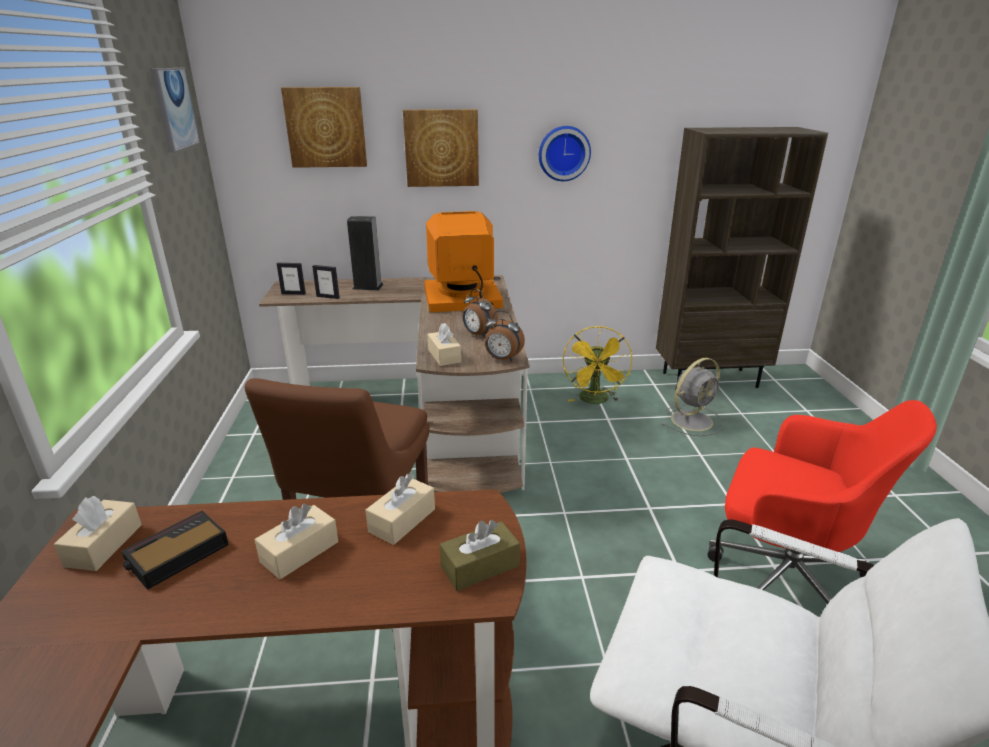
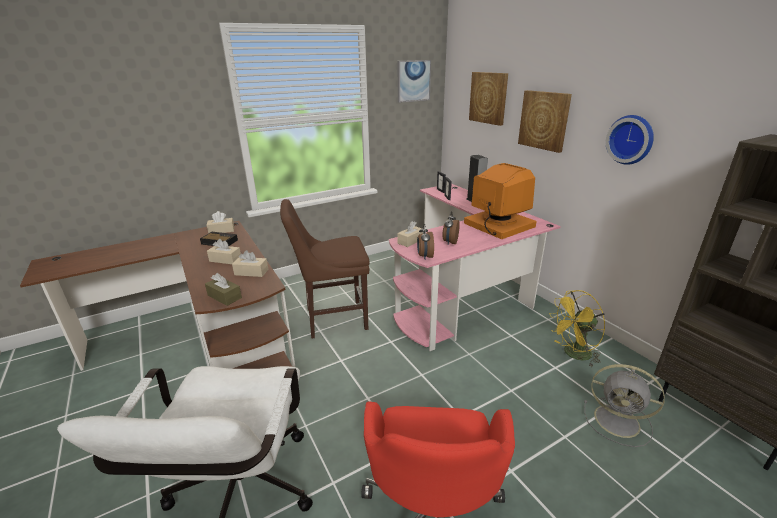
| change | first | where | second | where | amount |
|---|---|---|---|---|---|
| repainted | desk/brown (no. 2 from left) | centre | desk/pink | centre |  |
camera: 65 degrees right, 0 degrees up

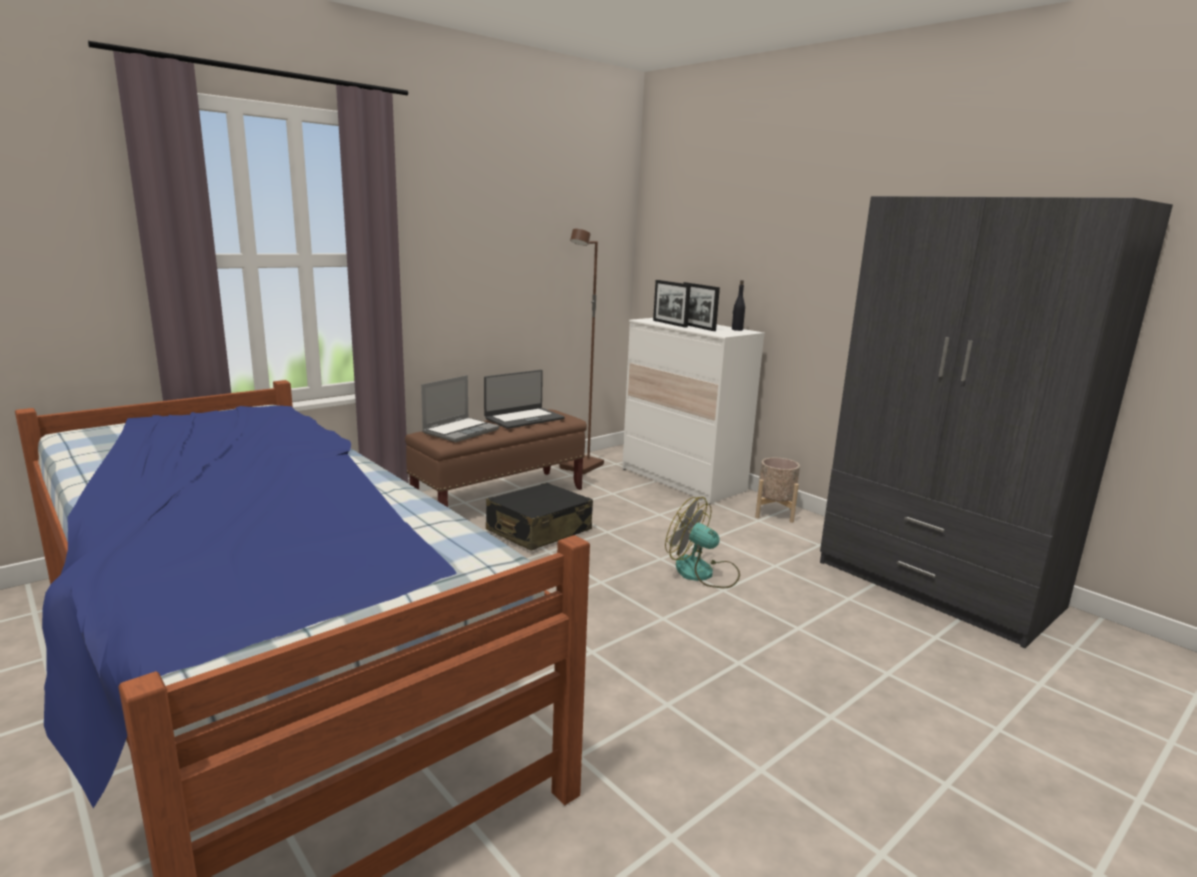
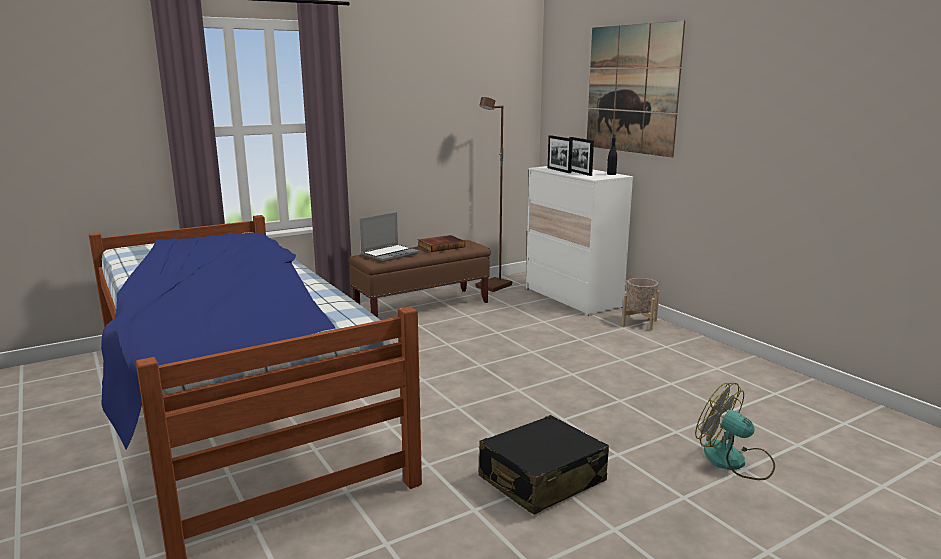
| change | first | where | second | where | amount |
|---|---|---|---|---|---|
| gone | wardrobe/grey | middle right |  |  |  |
| swapped | laptop (no. 2 from left) | centre | book | centre |  |
| shifted | suitcase/black | centre |  | bottom centre |  |
| shifted | fan | centre |  | bottom right |  |
| new |  |  | picture | top right |  |
camera: 10 degrees right, 0 degrees up

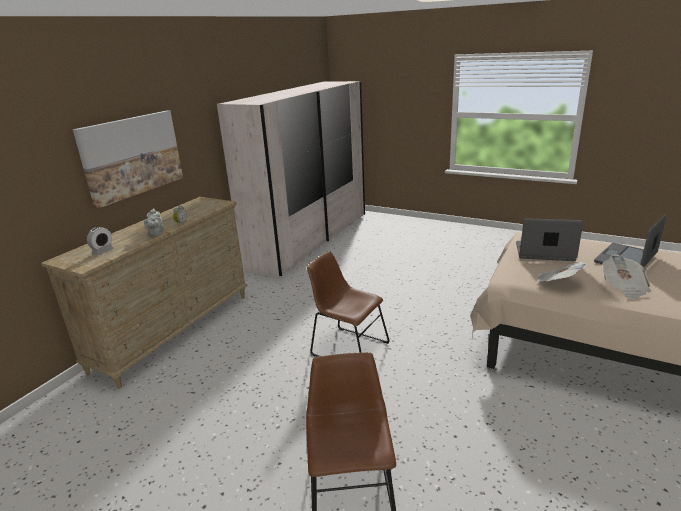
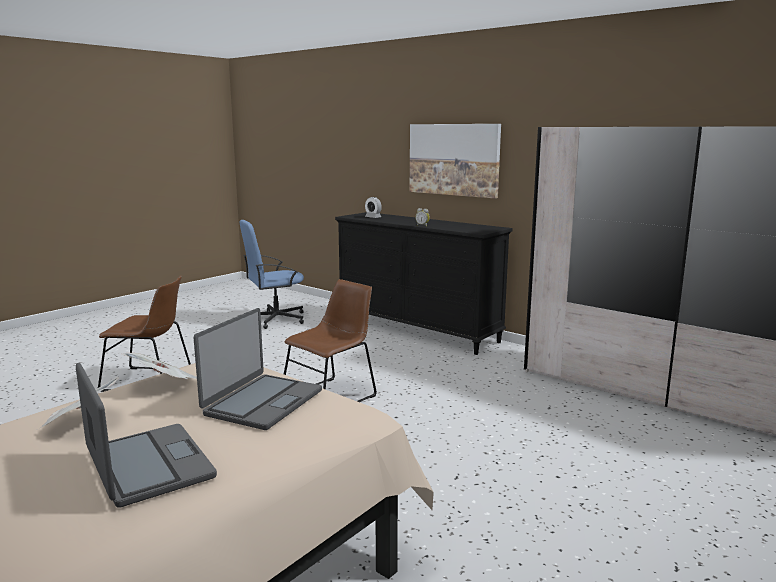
| change | first | where | second | where | amount |
|---|---|---|---|---|---|
| repainted | dresser/beige | middle left | dresser/black | centre |  |
| gone | teapot/grey | middle left |  |  |  |
| new |  |  | office chair/blue | centre |  |
camera: 100 degrees right, 10 degrees down

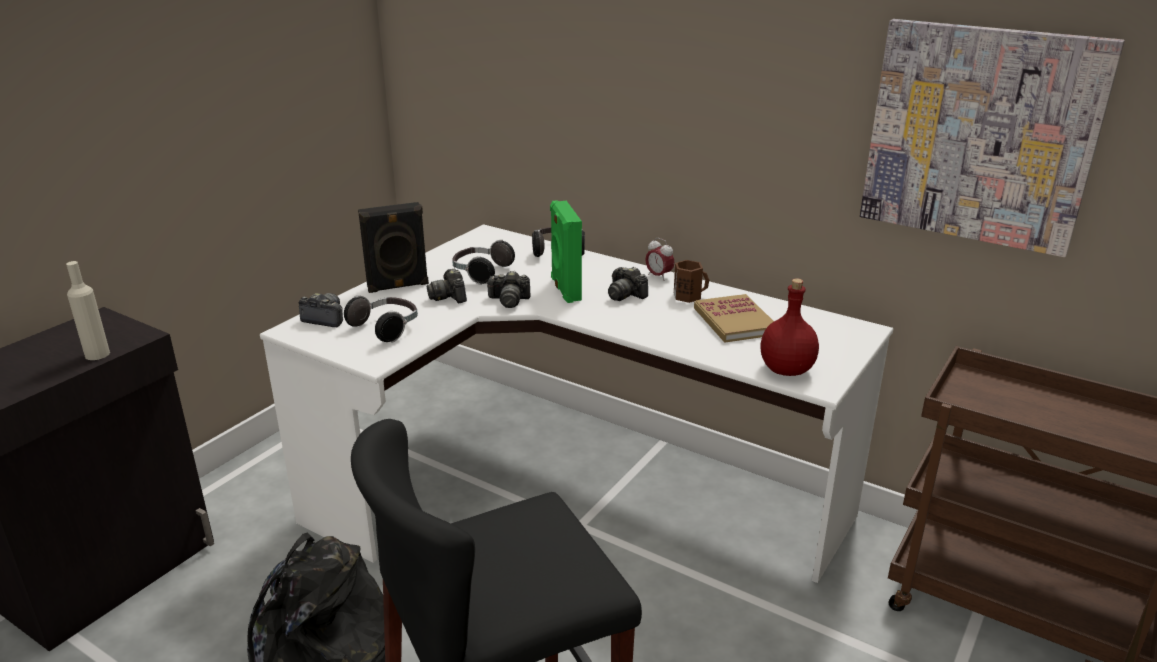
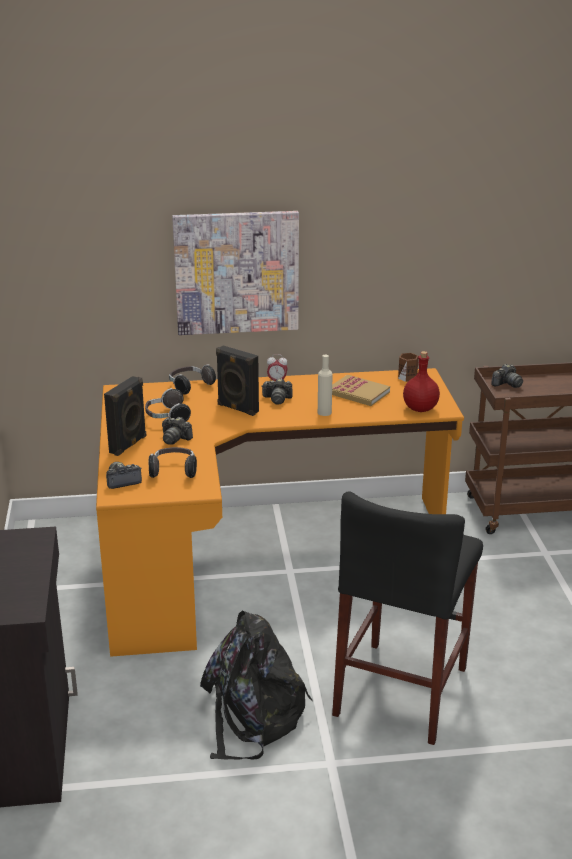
| change | first | where | second | where | amount |
|---|---|---|---|---|---|
| shifted | picture | top right |  | top centre |  |
| repainted | speaker/green | centre | speaker/black (no. 2 from left) | centre |  |
| repainted | desk/white | centre | desk/orange | centre |  |
| shifted | mug/brown | centre |  | middle right |  |
| shifted | bottle/beige | middle left |  | centre |  |
| shifted | photo camera (no. 3 from left in the first image) | centre | photo camera (no. 4 from left) | middle right |  |
camera: 40 degrees left, 0 degrees up

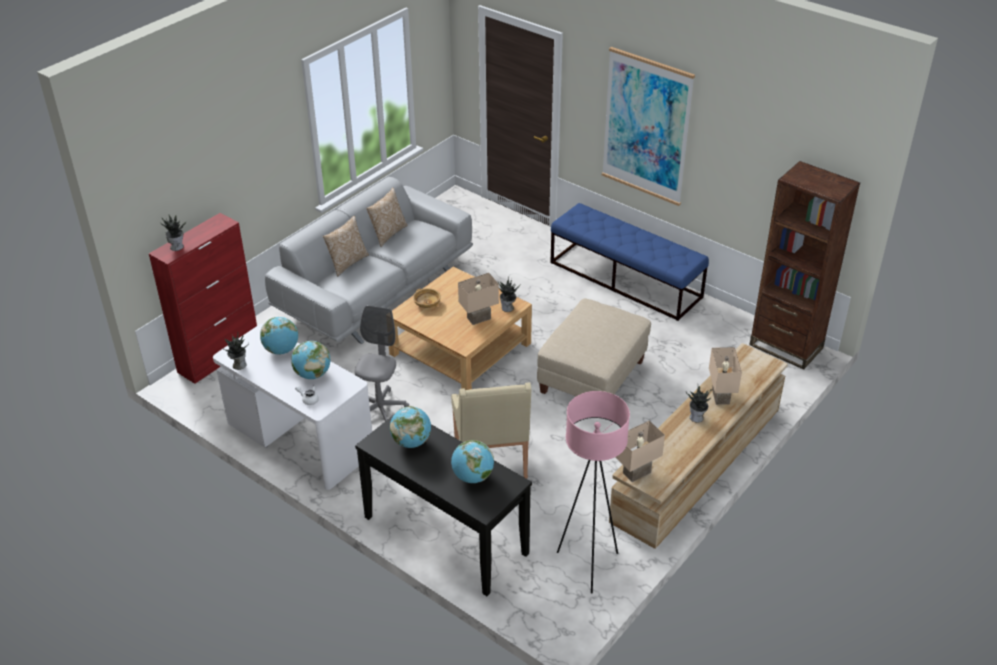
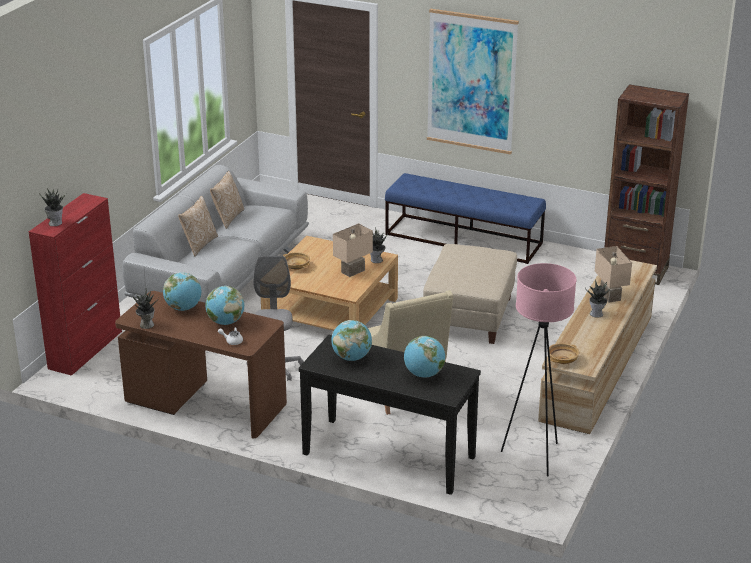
| change | first | where | second | where | amount |
|---|---|---|---|---|---|
| repainted | desk/white | middle left | desk/brown | middle left |  |
| swapped | table lamp/beige (no. 2 from left) | bottom centre | bowl/beige (no. 2 from left) | middle right |  |
camera: 15 degrees left, 10 degrees down

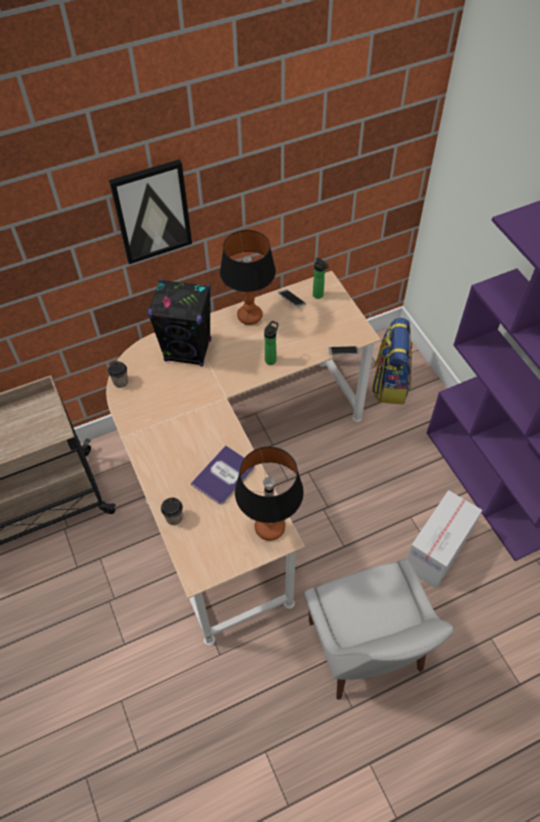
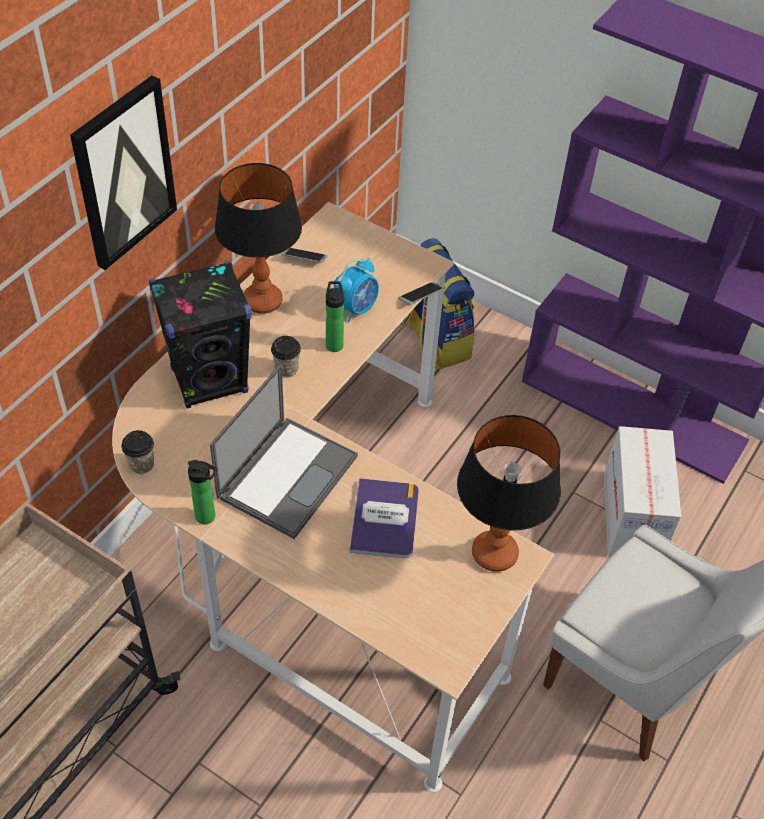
| change | first | where | second | where | amount |
|---|---|---|---|---|---|
| shifted | bottle (no. 2 from left in the first image) | centre | bottle (no. 1 from left) | middle left |  |
| shifted | cup (no. 2 from left) | middle left |  | centre |  |
| new |  |  | alarm clock | centre |  |
| new |  |  | laptop | centre |  |
camera: 35 degrees left, 5 degrees down

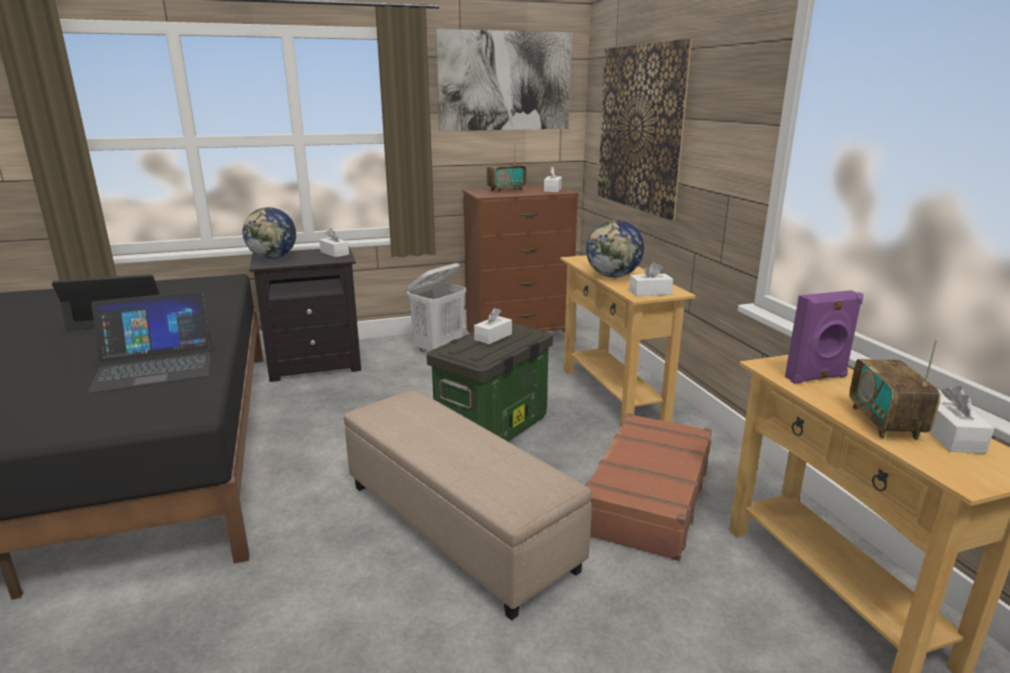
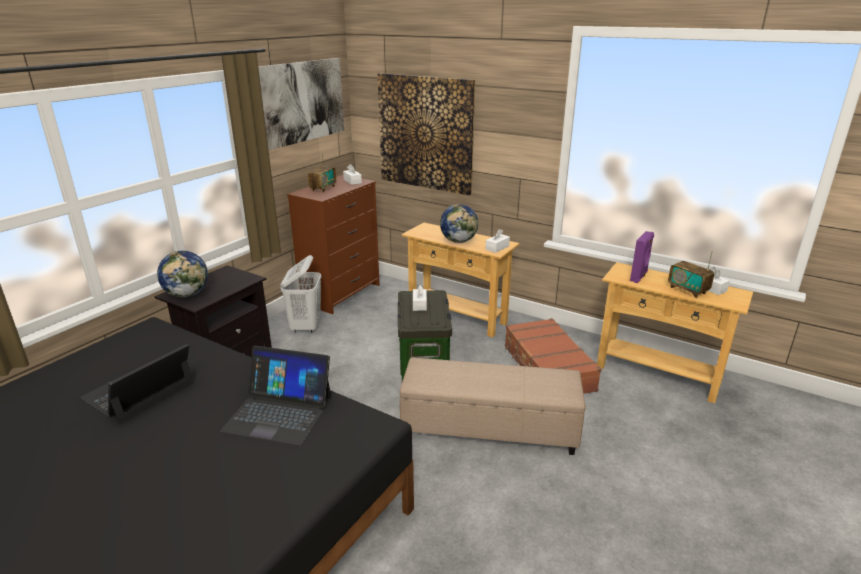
| change | first | where | second | where | amount |
|---|---|---|---|---|---|
| gone | tissue box/white (no. 1 from left) | middle left |  |  |  |
| rotated | laptop (no. 2 from left) | middle left |  | bottom left | 75 degrees clockwise |
camera: 40 degrees left, 5 degrees up

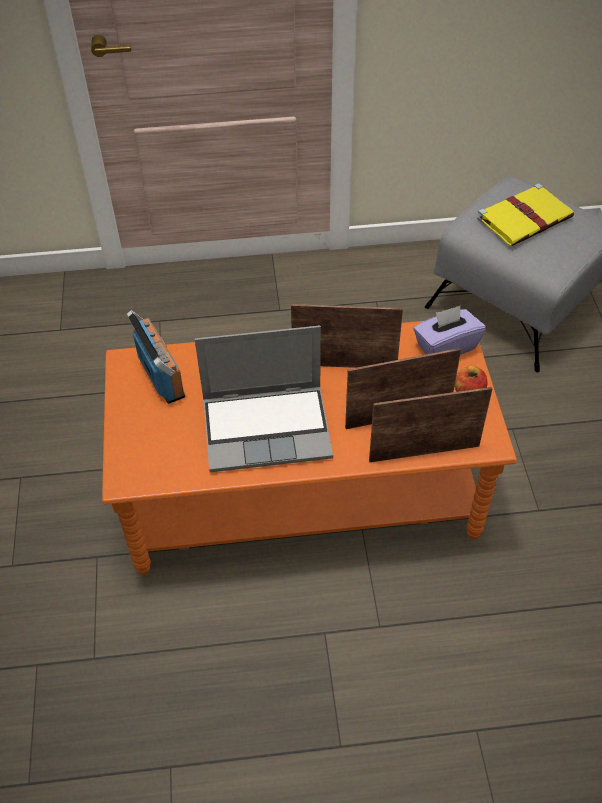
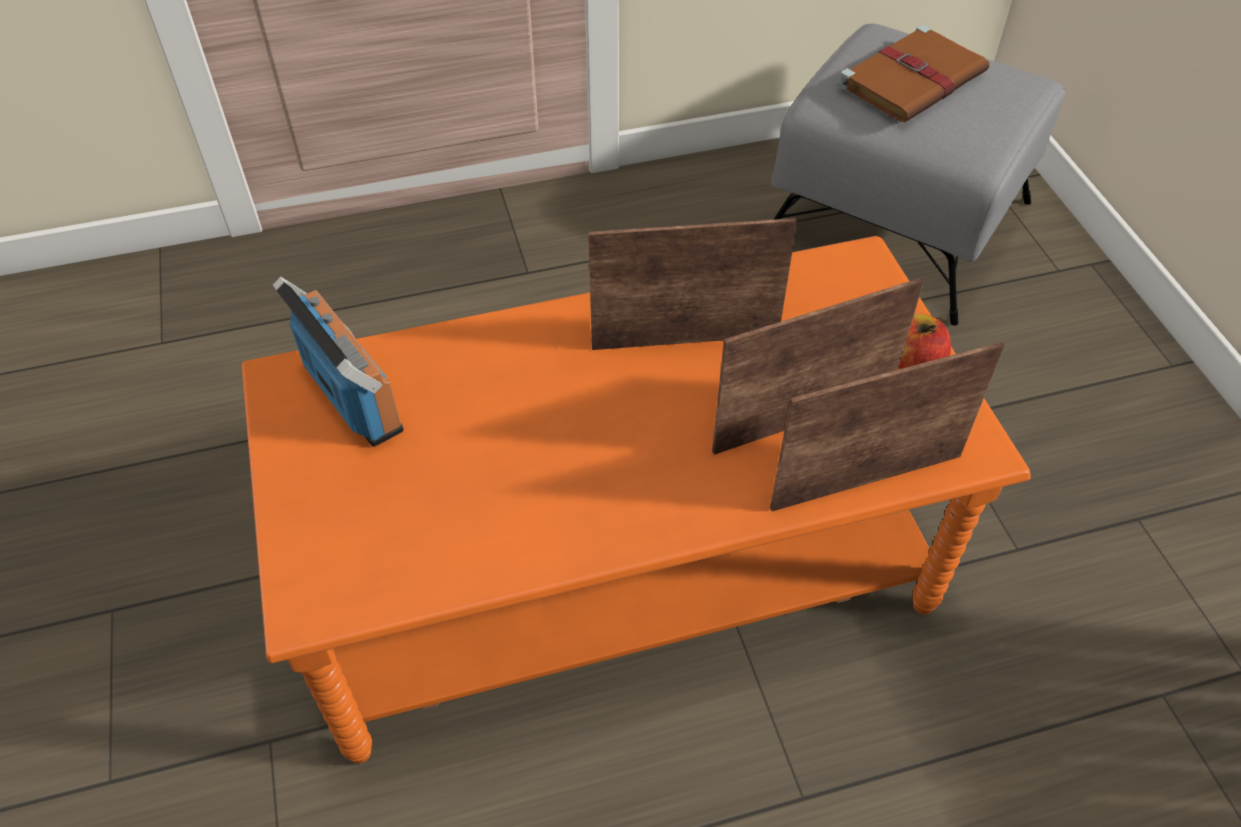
| change | first | where | second | where | amount |
|---|---|---|---|---|---|
| repainted | book/yellow | top right | book/brown | top right |  |
| gone | tissue box/purple | middle right |  |  |  |
| gone | laptop | centre |  |  |  |
camera: 10 degrees left, 0 degrees up

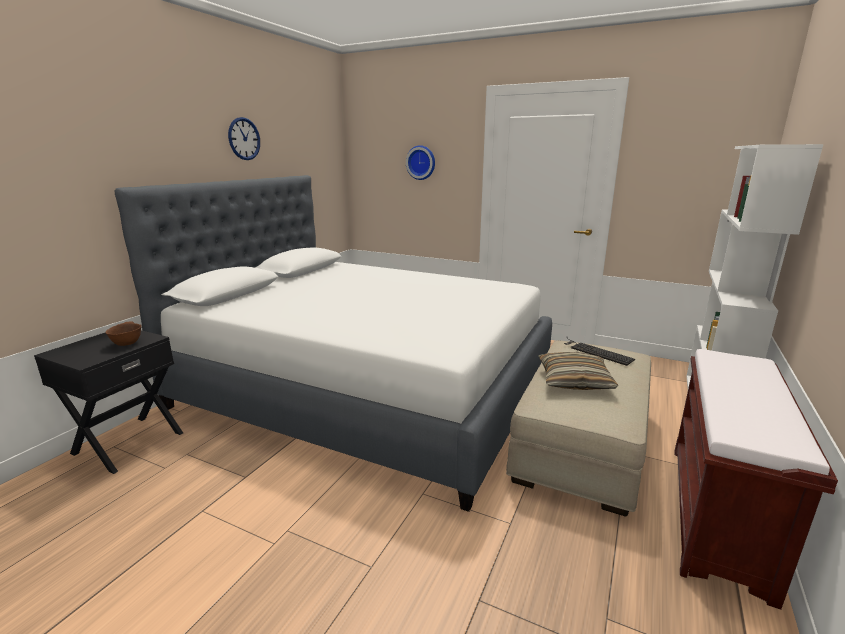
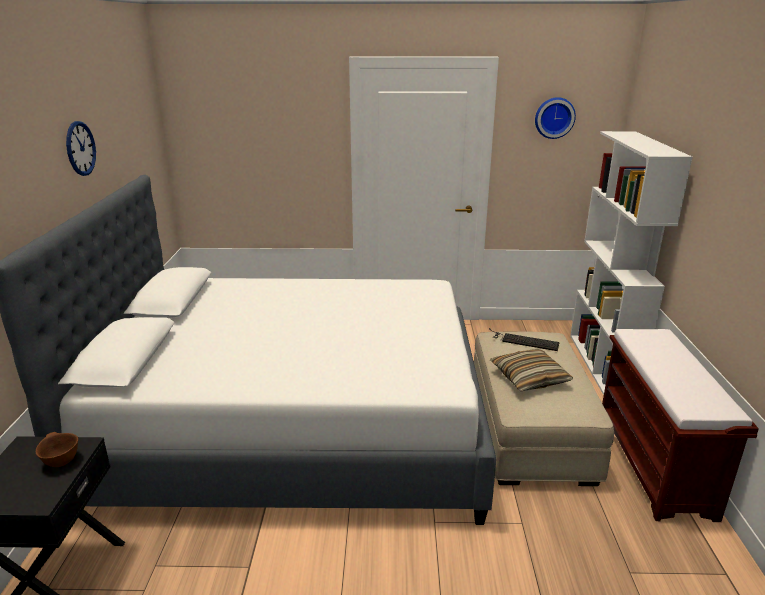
| change | first | where | second | where | amount |
|---|---|---|---|---|---|
| shifted | wall clock (no. 2 from left) | top centre |  | top right |  |
camera: 25 degrees left, 5 degrees up

